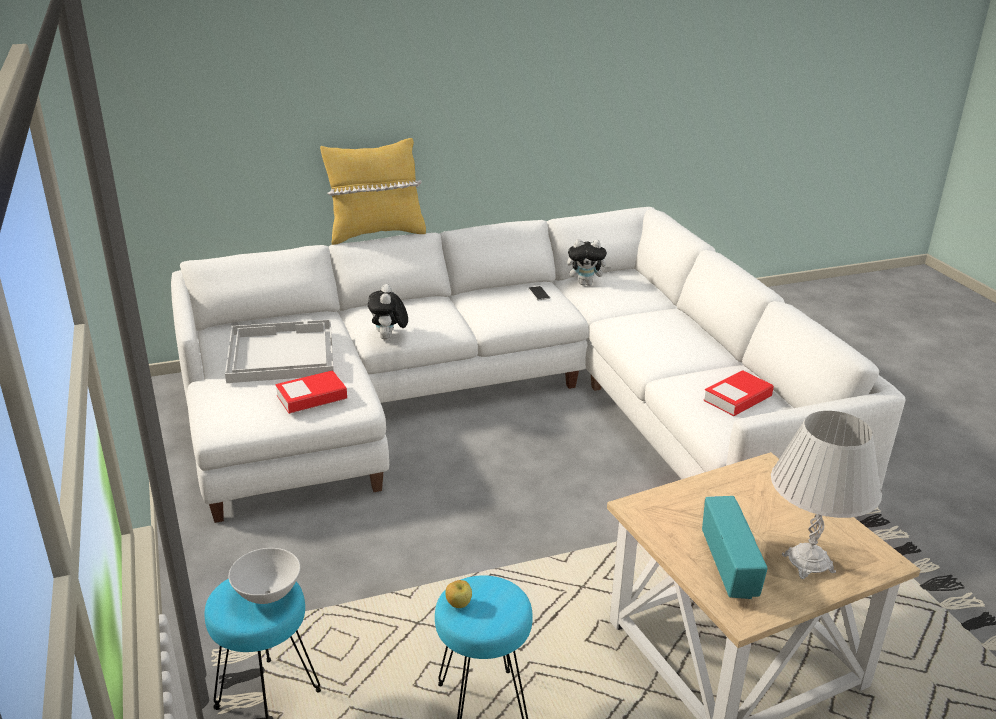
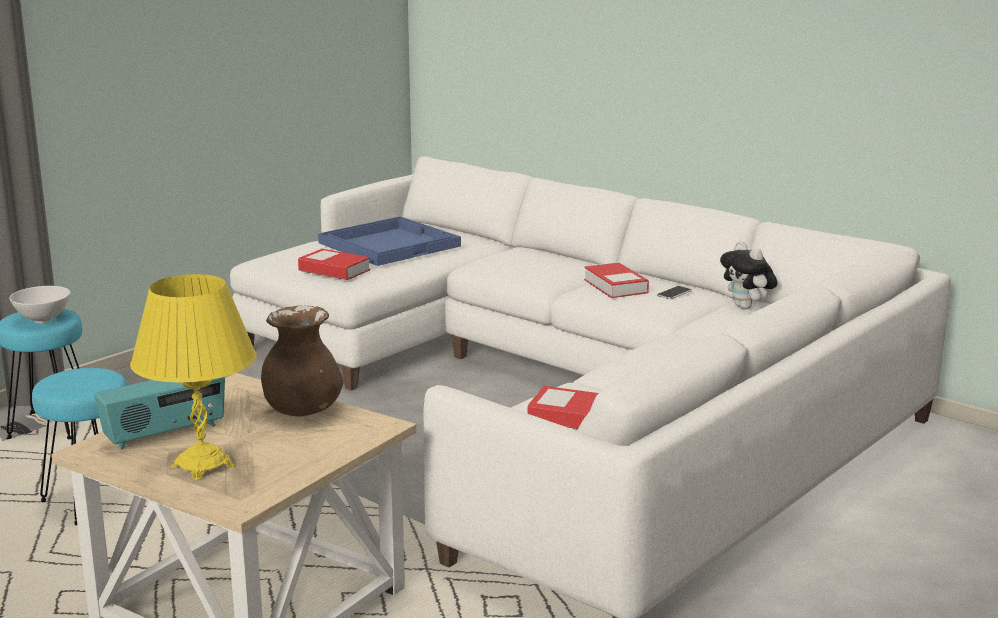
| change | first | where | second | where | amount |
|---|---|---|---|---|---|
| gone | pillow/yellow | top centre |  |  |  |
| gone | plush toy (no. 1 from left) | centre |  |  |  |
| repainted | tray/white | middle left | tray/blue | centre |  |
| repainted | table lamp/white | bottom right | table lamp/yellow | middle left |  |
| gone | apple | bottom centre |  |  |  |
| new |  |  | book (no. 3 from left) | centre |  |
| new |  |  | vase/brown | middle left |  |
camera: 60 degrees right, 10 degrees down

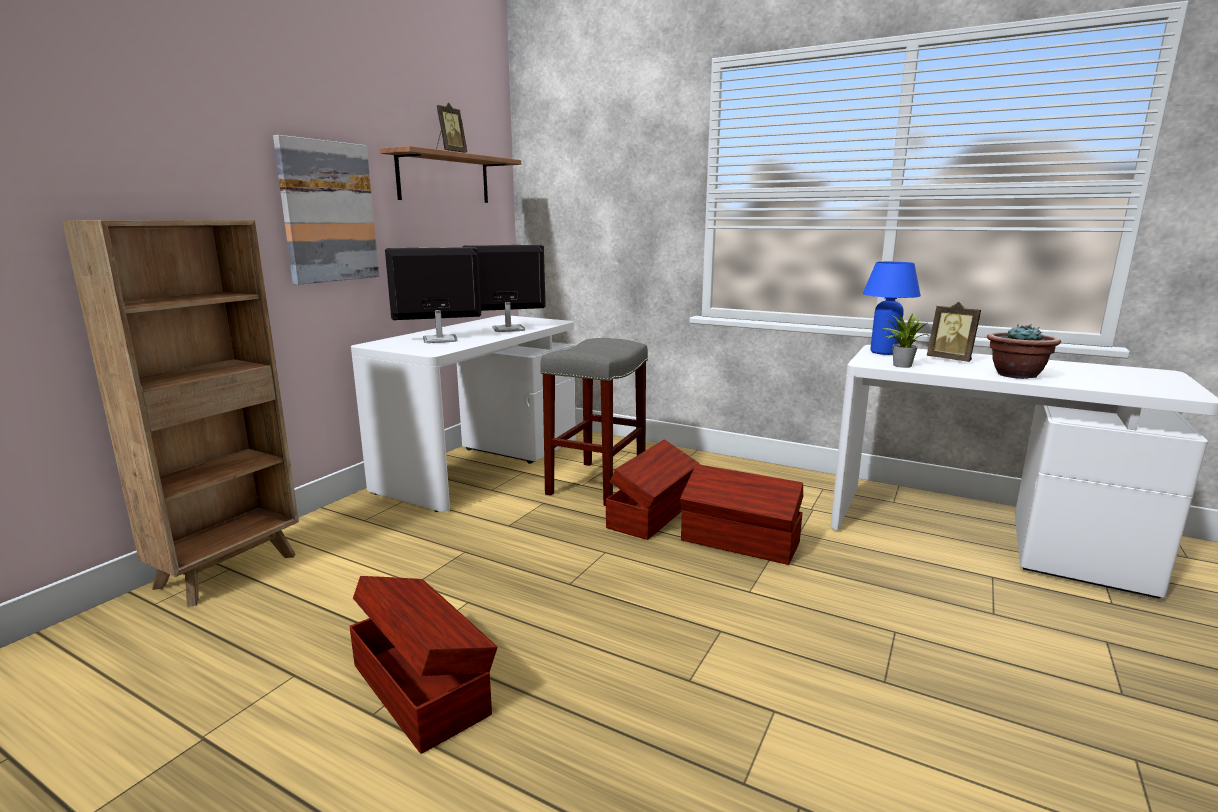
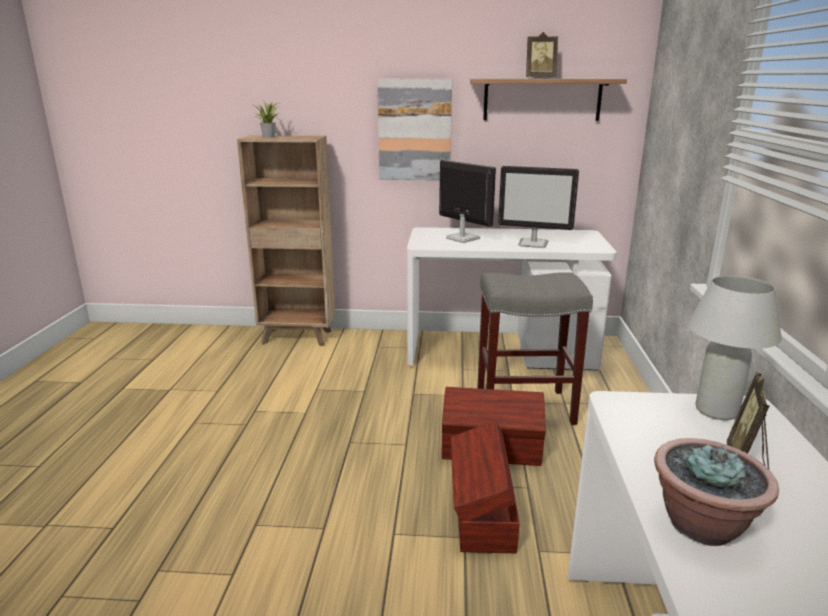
| change | first | where | second | where | amount |
|---|---|---|---|---|---|
| rotated | monitor (no. 2 from left) | centre |  | centre | 150 degrees clockwise |
| repainted | table lamp/blue | middle right | table lamp/white | middle right |  |
| shifted | potted plant (no. 1 from left) | middle right |  | top left |  |
| gone | storage box/brown (no. 1 from left) | bottom centre |  |  |  |
camera: 65 degrees right, 5 degrees up

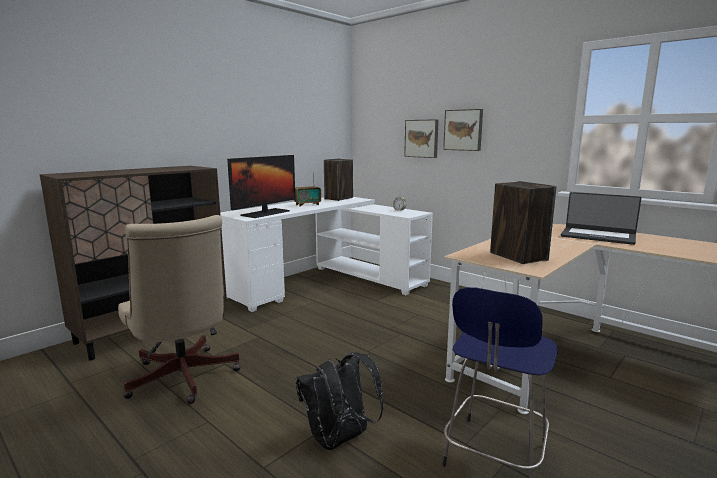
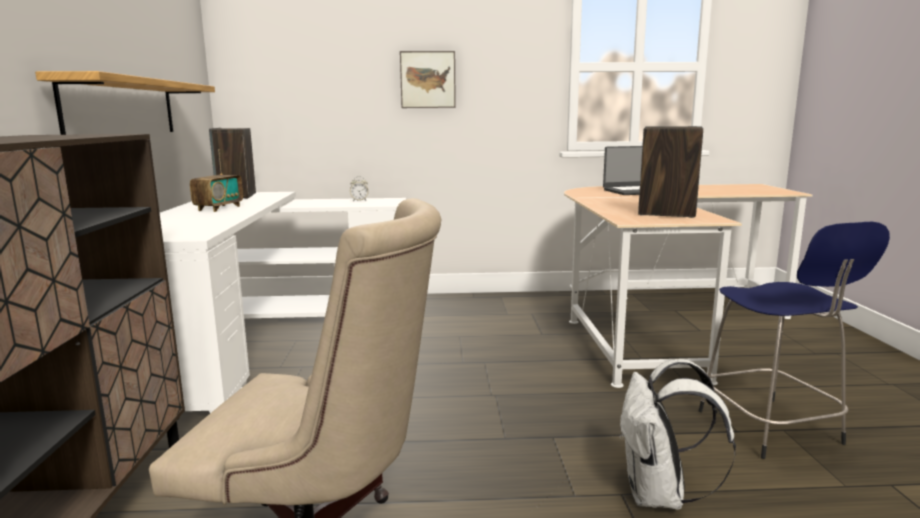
| change | first | where | second | where | amount |
|---|---|---|---|---|---|
| gone | picture (no. 1 from left) | top centre |  |  |  |
| gone | monitor | centre |  |  |  |
| repainted | backpack/black | bottom centre | backpack/white | bottom right |  |
| new |  |  | shelf | top left |  |
camera: 45 degrees left, 0 degrees up

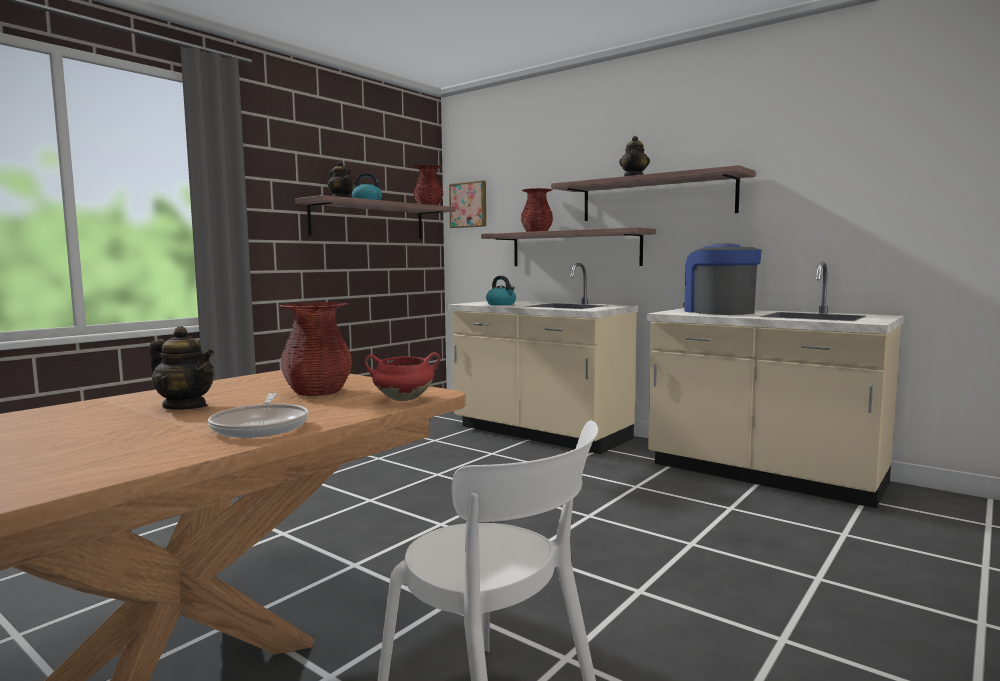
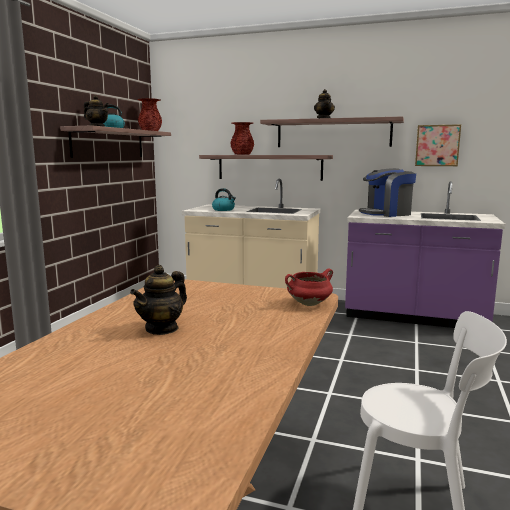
| change | first | where | second | where | amount |
|---|---|---|---|---|---|
| shifted | picture | top centre |  | top right |  |
| rotated | coffee machine | middle right |  | middle right | 75 degrees counterclockwise |
| repainted | counter/beige (no. 2 from left) | middle right | counter/purple | middle right |  |
| gone | vase/red (no. 1 from left) | middle left |  |  |  |
| rotated | teapot (no. 1 from left in the first image) | middle left | teapot (no. 2 from left) | middle left | 120 degrees clockwise |
| gone | frying pan | middle left |  |  |  |
camera: 20 degrees left, 5 degrees up

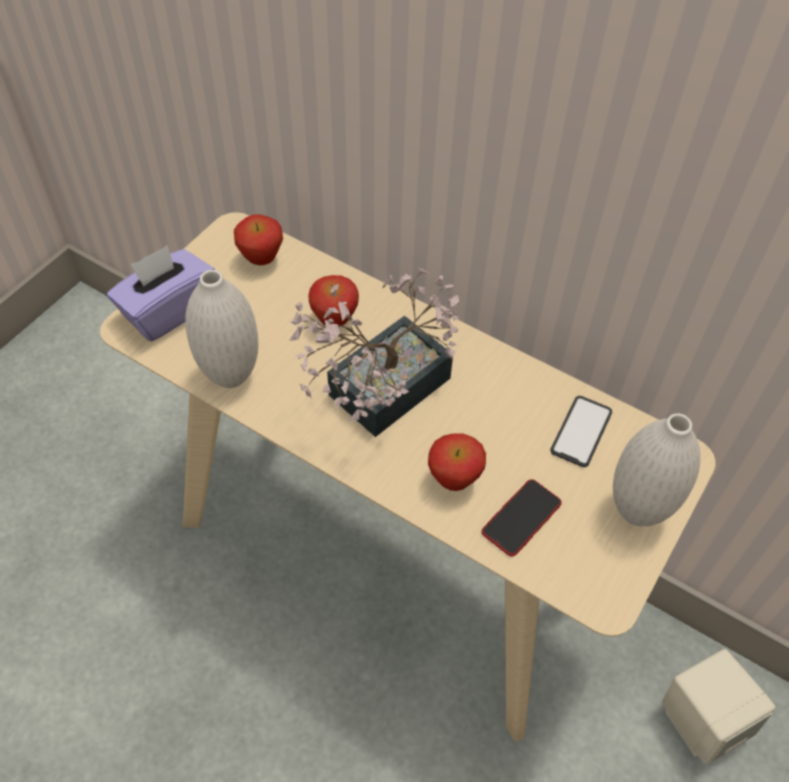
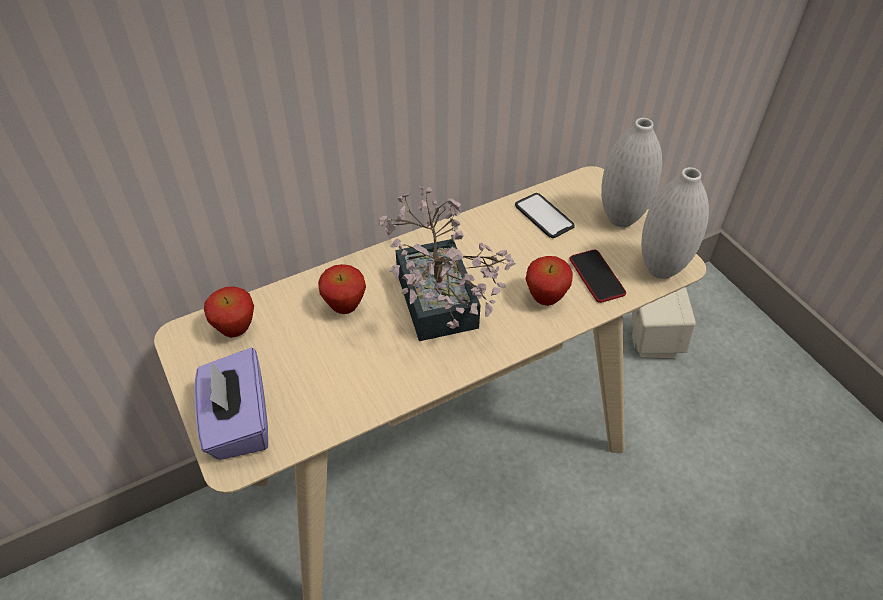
| change | first | where | second | where | amount |
|---|---|---|---|---|---|
| shifted | vase/white (no. 1 from left in the first image) | middle left | vase/white (no. 2 from left) | middle right |  |
camera: 60 degrees left, 5 degrees down

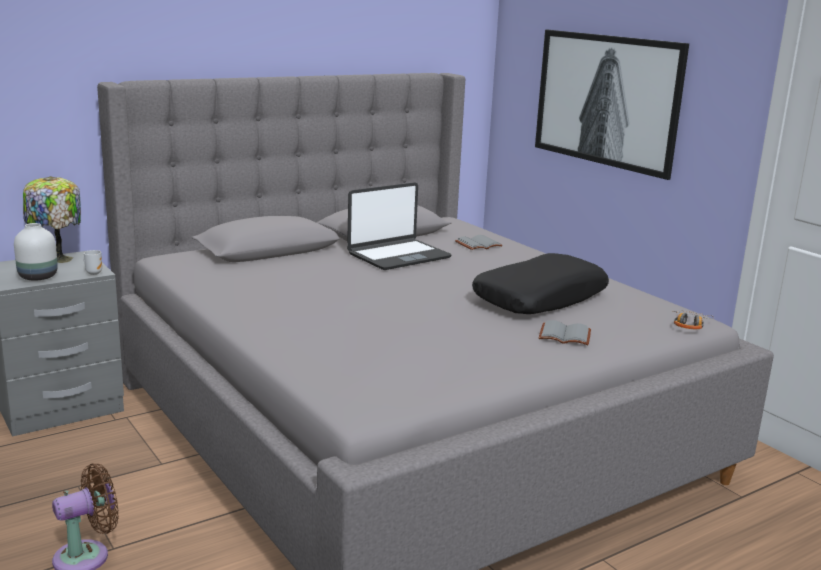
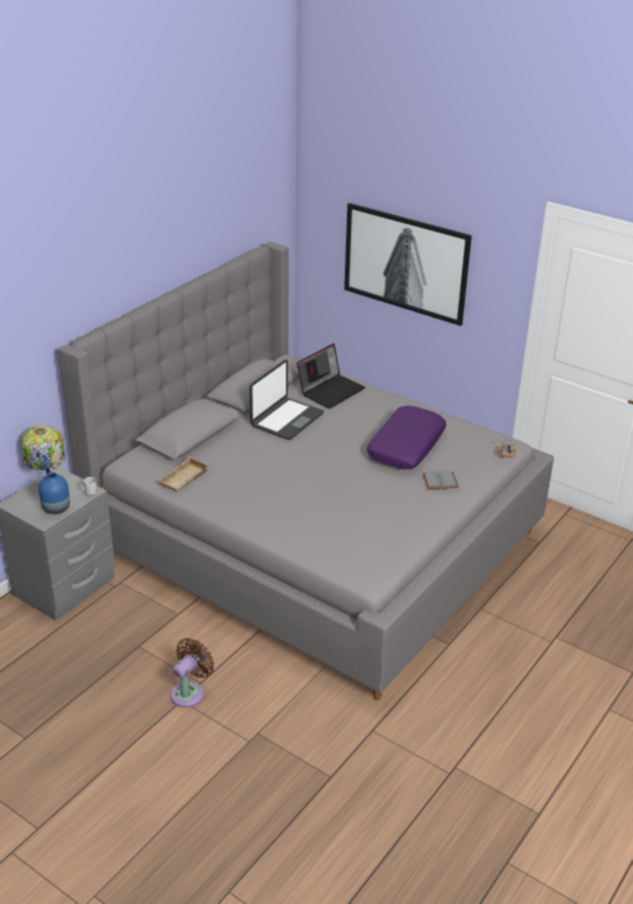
| change | first | where | second | where | amount |
|---|---|---|---|---|---|
| repainted | vase/white | middle left | vase/blue | middle left |  |
| swapped | book/grey (no. 1 from left) | centre | laptop (no. 2 from left) | centre |  |
| repainted | pillow/black | centre | pillow/purple | centre |  |
| new |  |  | tray/beige | middle left |  |
camera: 20 degrees left, 15 degrees up

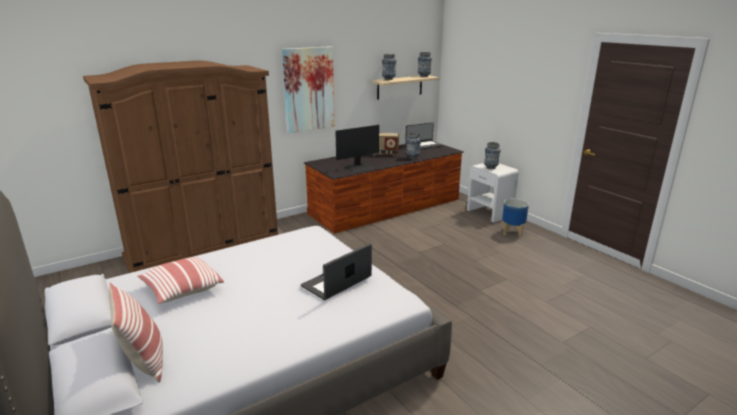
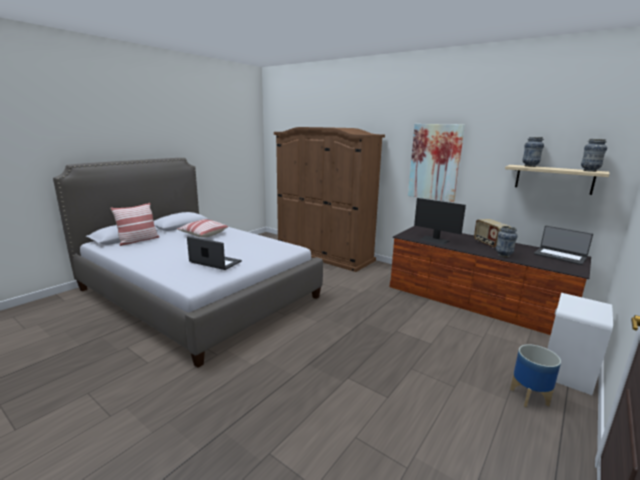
| change | first | where | second | where | amount |
|---|---|---|---|---|---|
| gone | vase (no. 4 from left) | middle right |  |  |  |
camera: 70 degrees right, 5 degrees down

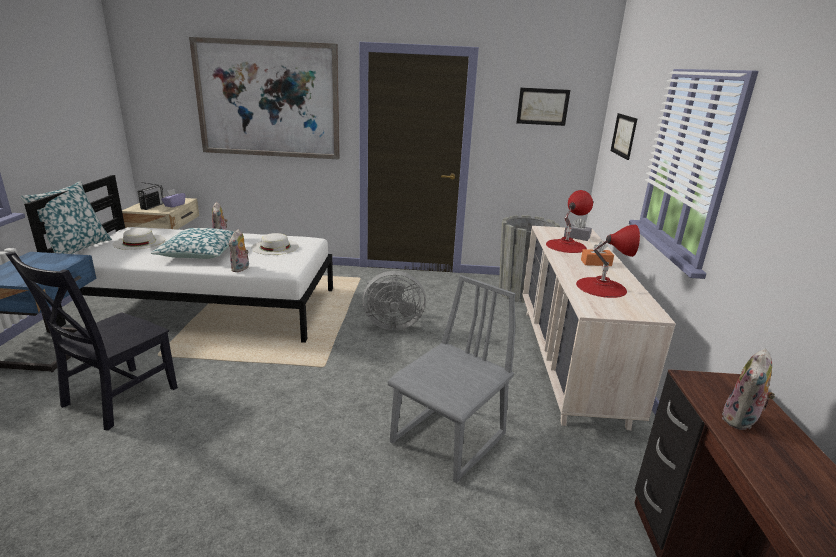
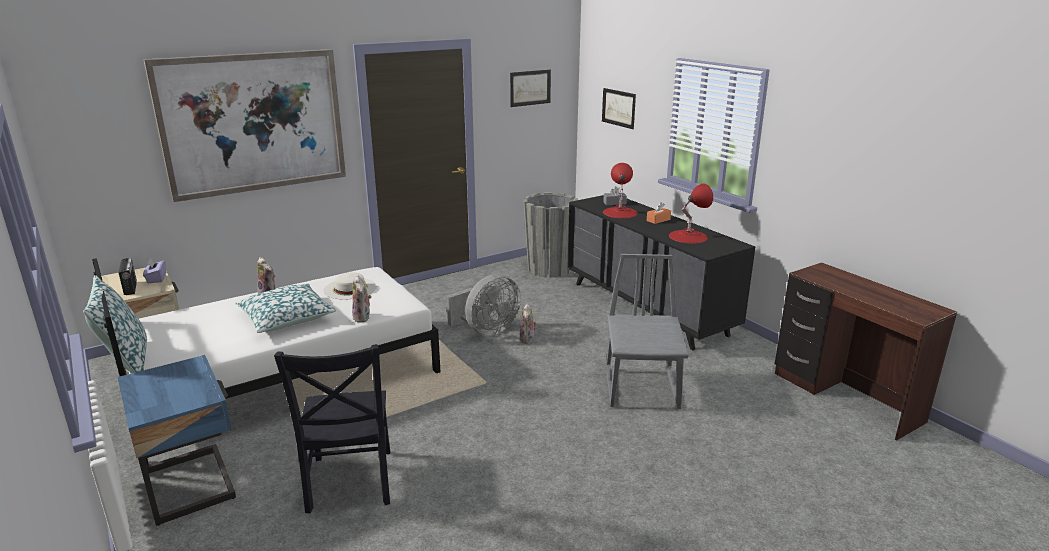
| change | first | where | second | where | amount |
|---|---|---|---|---|---|
| repainted | dresser/beige | middle right | dresser/black | centre |  |
| gone | hat/white (no. 1 from left) | middle left |  |  |  |
| shifted | plush toy (no. 3 from left) | bottom right |  | centre |  |
camera: 35 degrees left, 0 degrees up

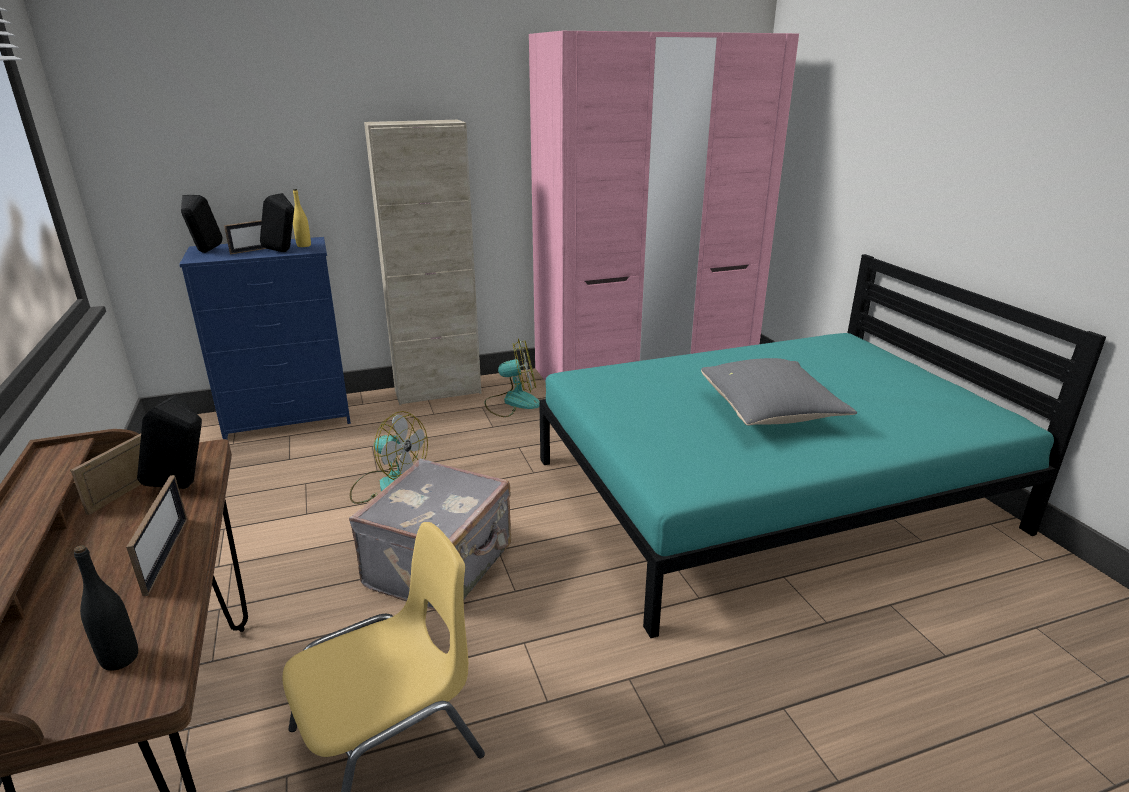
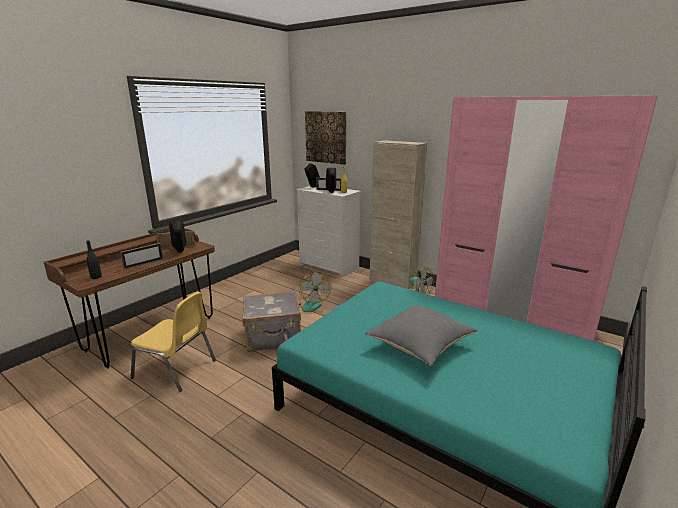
| change | first | where | second | where | amount |
|---|---|---|---|---|---|
| repainted | dresser/blue | middle left | dresser/white | centre |  |
| new |  |  | picture | top centre |  |
camera: 55 degrees right, 5 degrees down

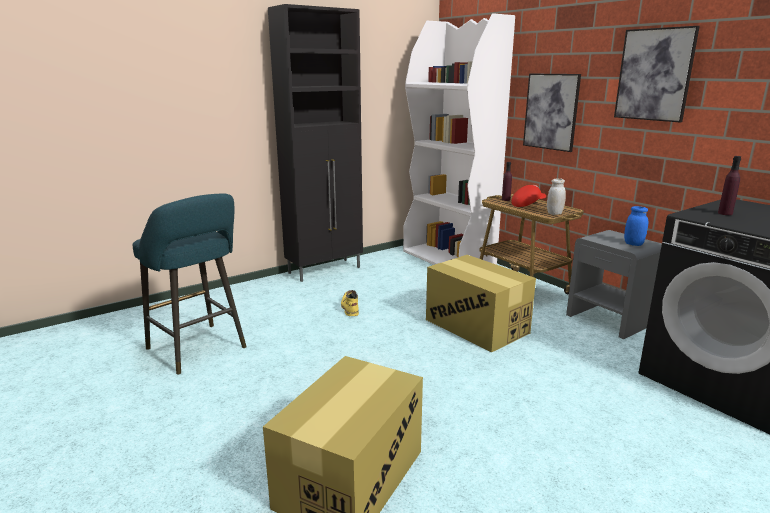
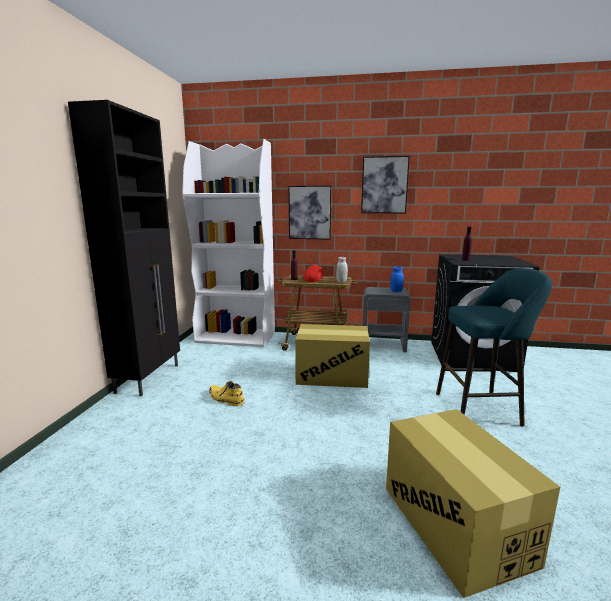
| change | first | where | second | where | amount |
|---|---|---|---|---|---|
| shifted | stool/turquoise | middle left |  | middle right |  |
camera: 45 degrees left, 5 degrees down

